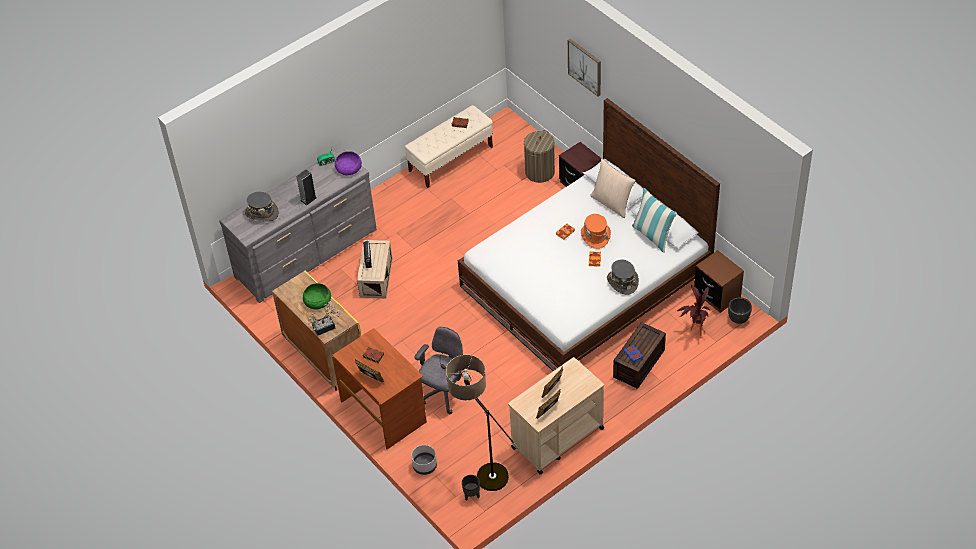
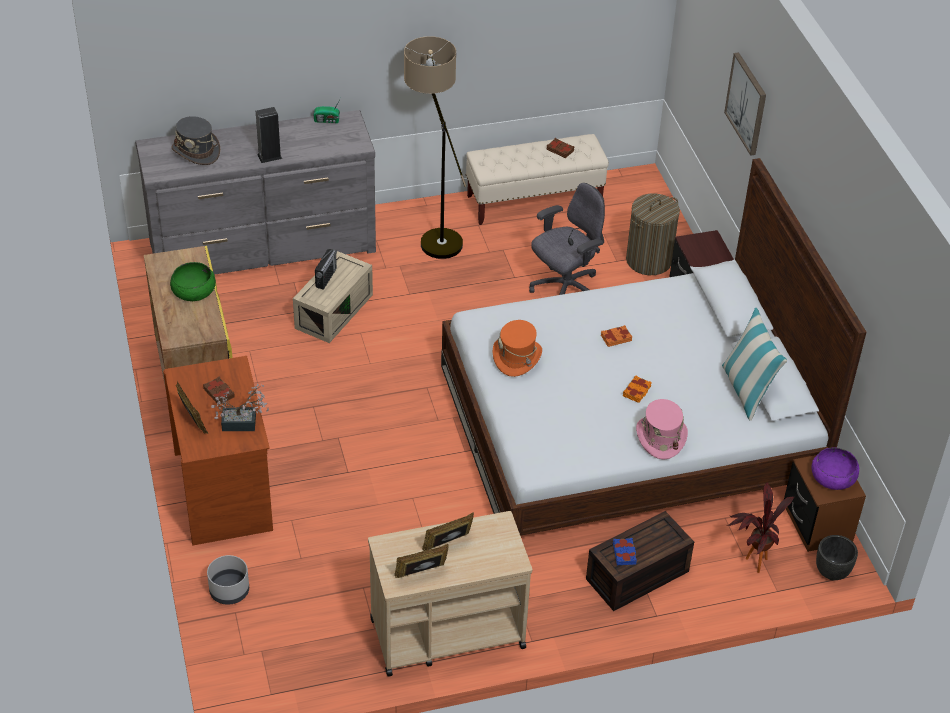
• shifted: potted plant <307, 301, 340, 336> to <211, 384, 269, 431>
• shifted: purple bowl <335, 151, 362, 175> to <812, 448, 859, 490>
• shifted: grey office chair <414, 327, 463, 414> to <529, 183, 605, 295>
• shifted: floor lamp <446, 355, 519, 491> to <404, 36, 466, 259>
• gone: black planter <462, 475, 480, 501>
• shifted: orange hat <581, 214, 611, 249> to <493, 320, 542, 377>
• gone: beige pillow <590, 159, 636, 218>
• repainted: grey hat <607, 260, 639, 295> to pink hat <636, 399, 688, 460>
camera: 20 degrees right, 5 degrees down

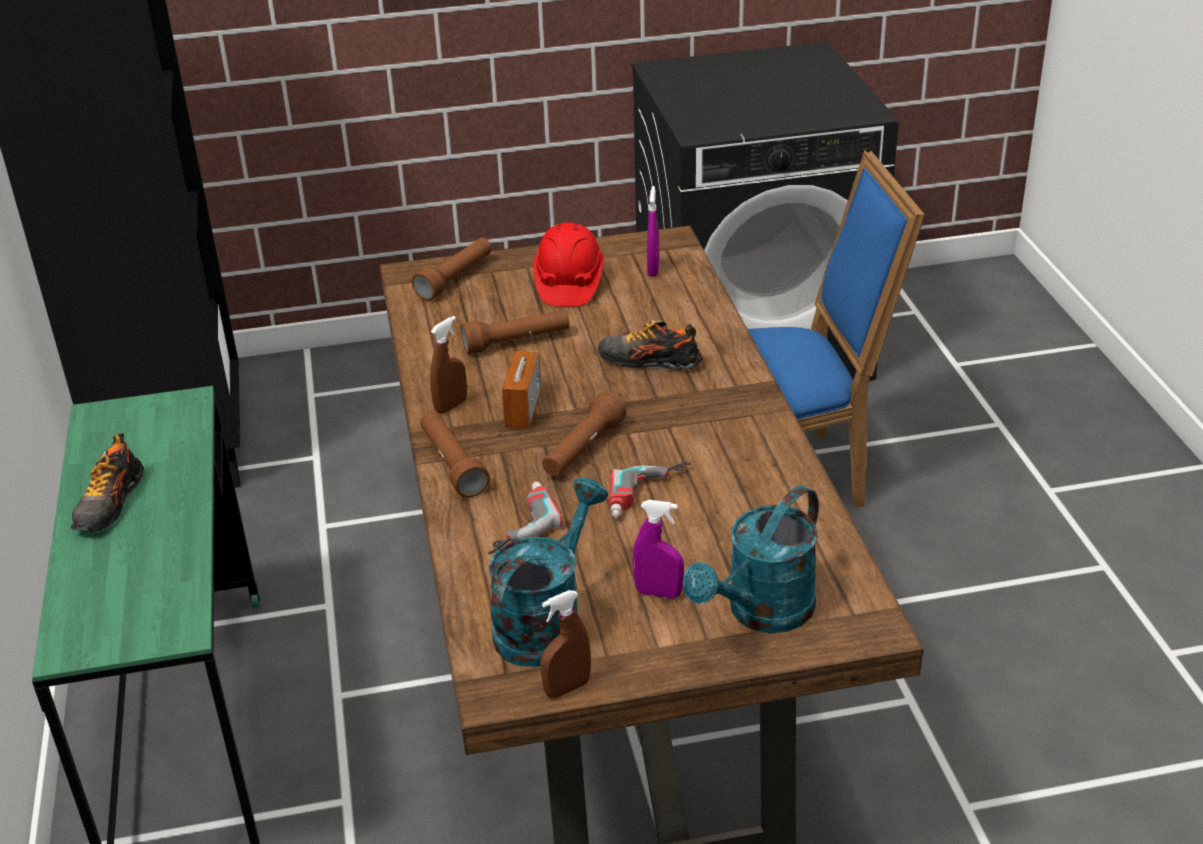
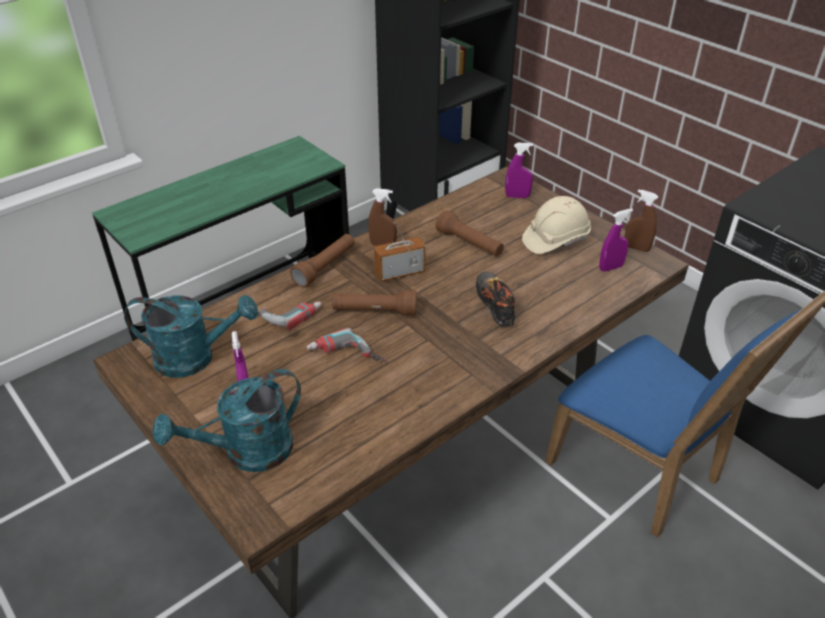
• gone: shoe <71, 433, 144, 532>
• swapped: brown flashlight <412, 238, 492, 301> to purple spray bottle <505, 143, 533, 198>
• repainted: red hard hat <534, 223, 604, 307> to beige hard hat <522, 196, 591, 254>
• shifted: brown spray bottle <540, 590, 591, 698> to <624, 189, 658, 252>
• rotated: turquoise watering can <683, 486, 819, 633> = <153, 369, 301, 472> 45 degrees counterclockwise
camera: 60 degrees right, 5 degrees up

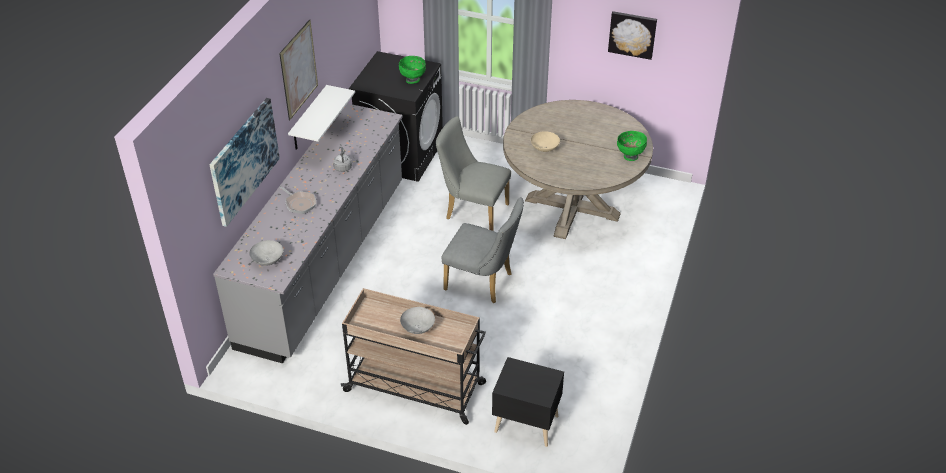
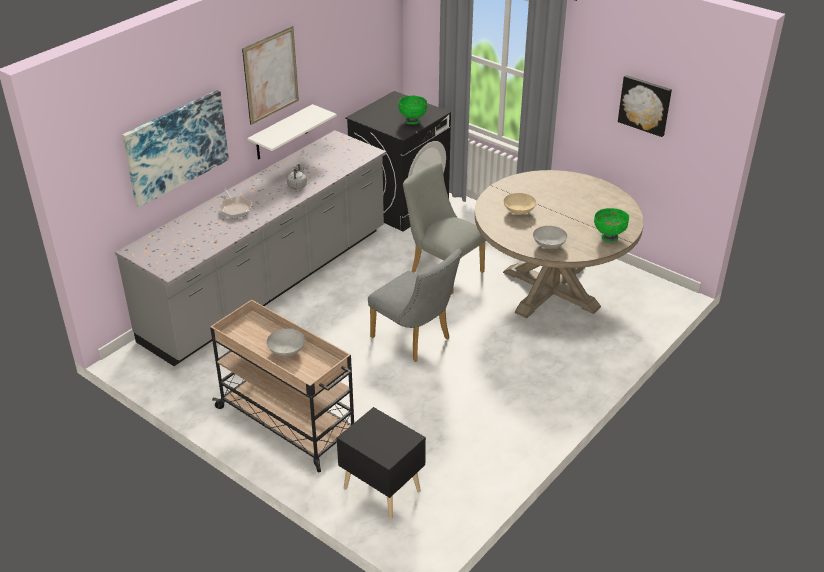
• shifted: grey bowl <249, 240, 283, 266> to <533, 226, 567, 249>
camera: 20 degrees right, 5 degrees down

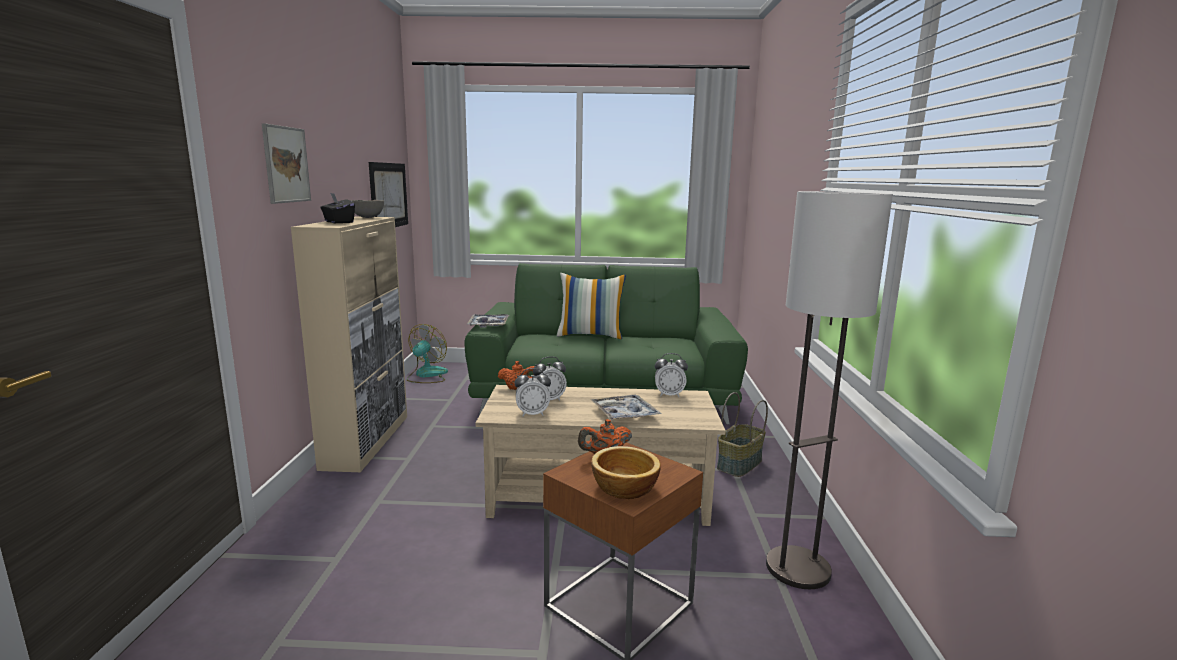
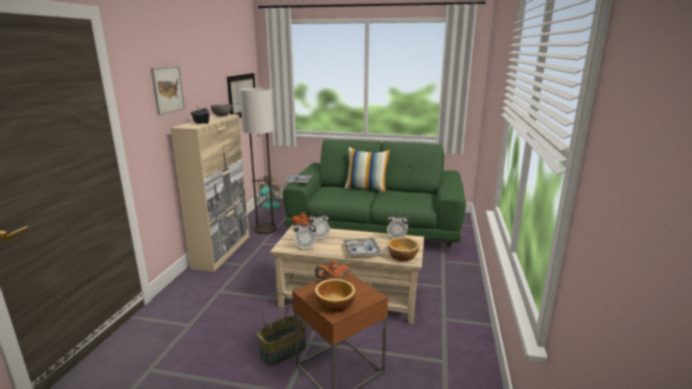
• shifted: basket <717, 392, 768, 477> to <257, 292, 306, 366>
• shifted: floor lamp <766, 191, 893, 589> to <239, 88, 277, 234>
• new: bowl <388, 237, 419, 261>
camera: 10 degrees right, 5 degrees up

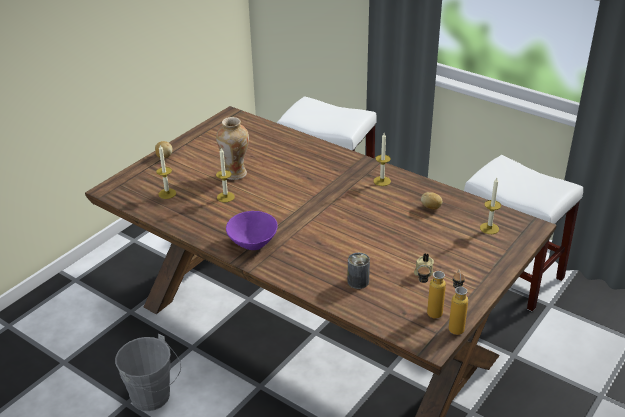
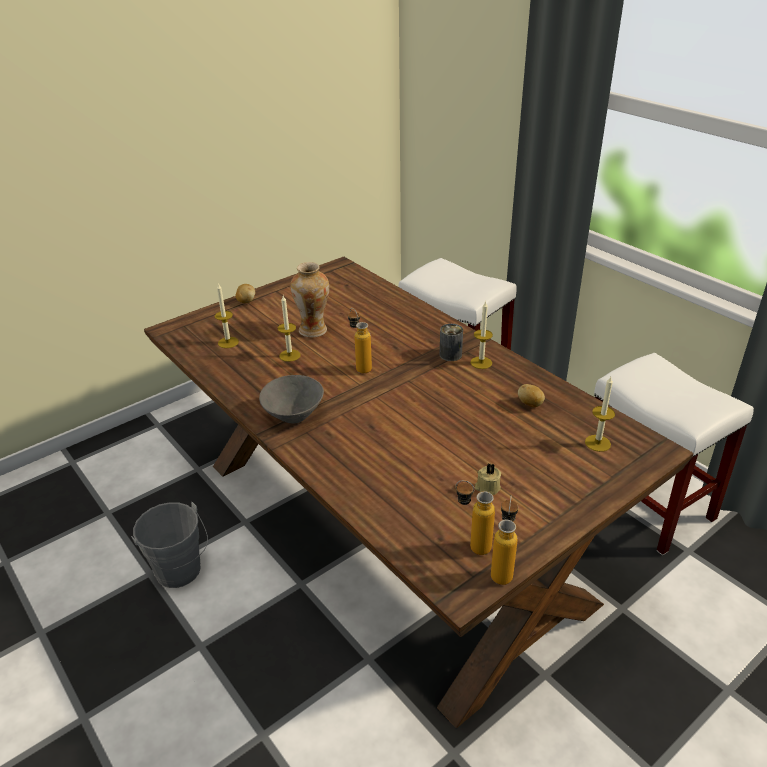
• repainted: purple bowl <226, 211, 278, 250> to grey bowl <259, 375, 324, 424>
• shifted: can <347, 253, 370, 289> to <440, 324, 463, 361>
• new: bottle <348, 308, 372, 374>
camera: 15 degrees right, 0 degrees up

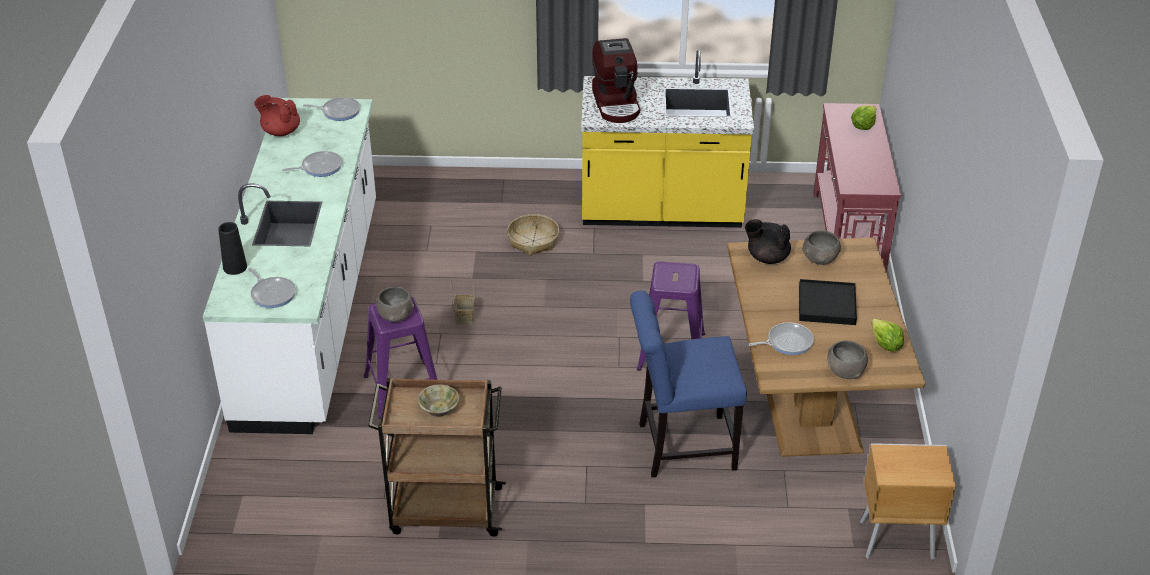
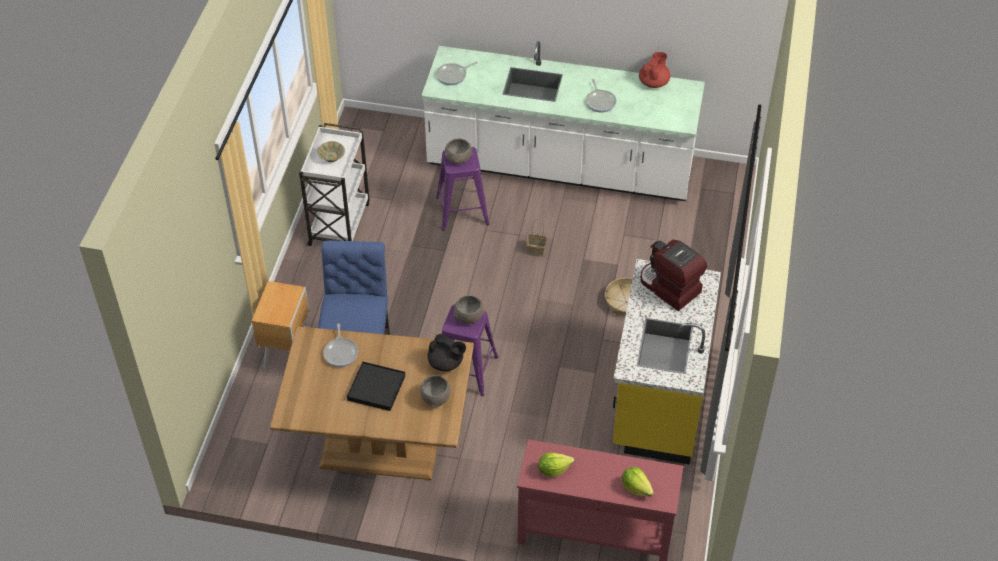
• gone: black vase <218, 222, 247, 275>
• gone: frying pan <303, 97, 360, 121>
• repainted: brown cart <368, 378, 506, 537> to white cart <299, 123, 370, 246>
• rotated: coffee machine <592, 38, 640, 123> = <641, 240, 707, 311> 45 degrees clockwise
• rotated: black teapot <745, 219, 791, 264> = <428, 334, 466, 371> 90 degrees clockwise
• shifted: grey bowl <828, 341, 868, 379> to <454, 296, 484, 324>
• shifted: brown nightstand <860, 443, 956, 560> to <252, 281, 310, 368>
• shifted: lettuce <872, 318, 904, 352> to <538, 453, 574, 477>
camera: 100 degrees right, 10 degrees up

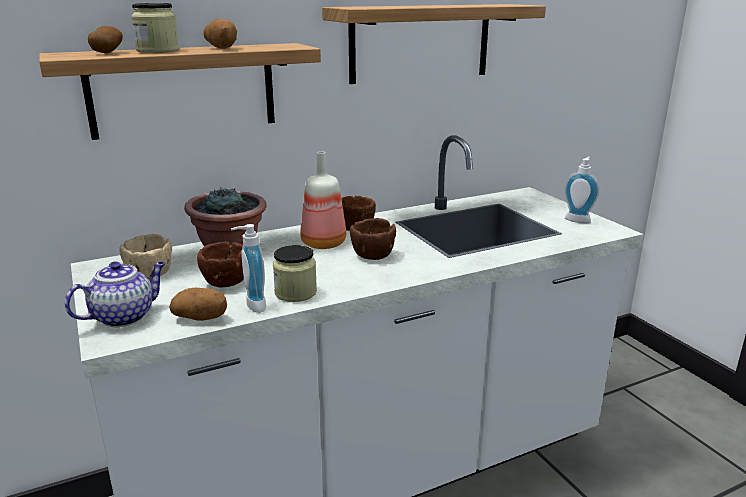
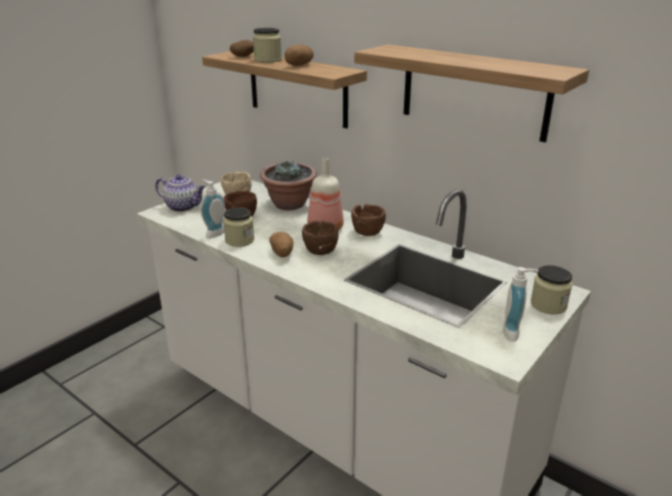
• shifted: potato <169, 288, 227, 321> to <269, 232, 293, 257>
• new: jar <531, 265, 572, 314>
camera: 65 degrees right, 5 degrees up

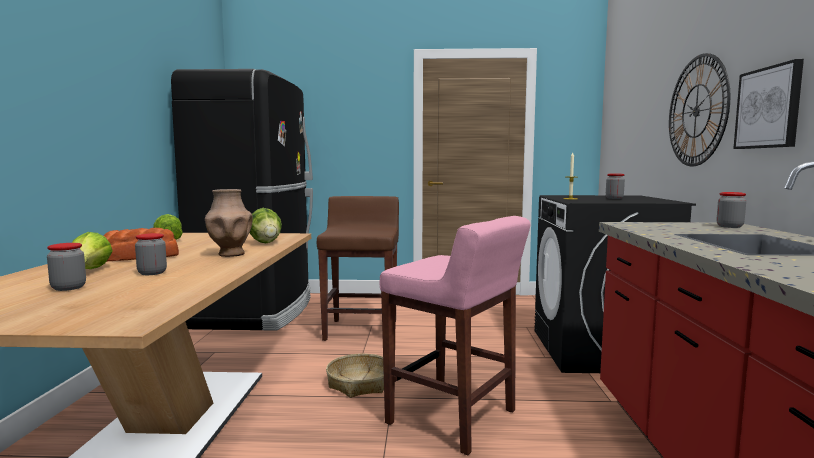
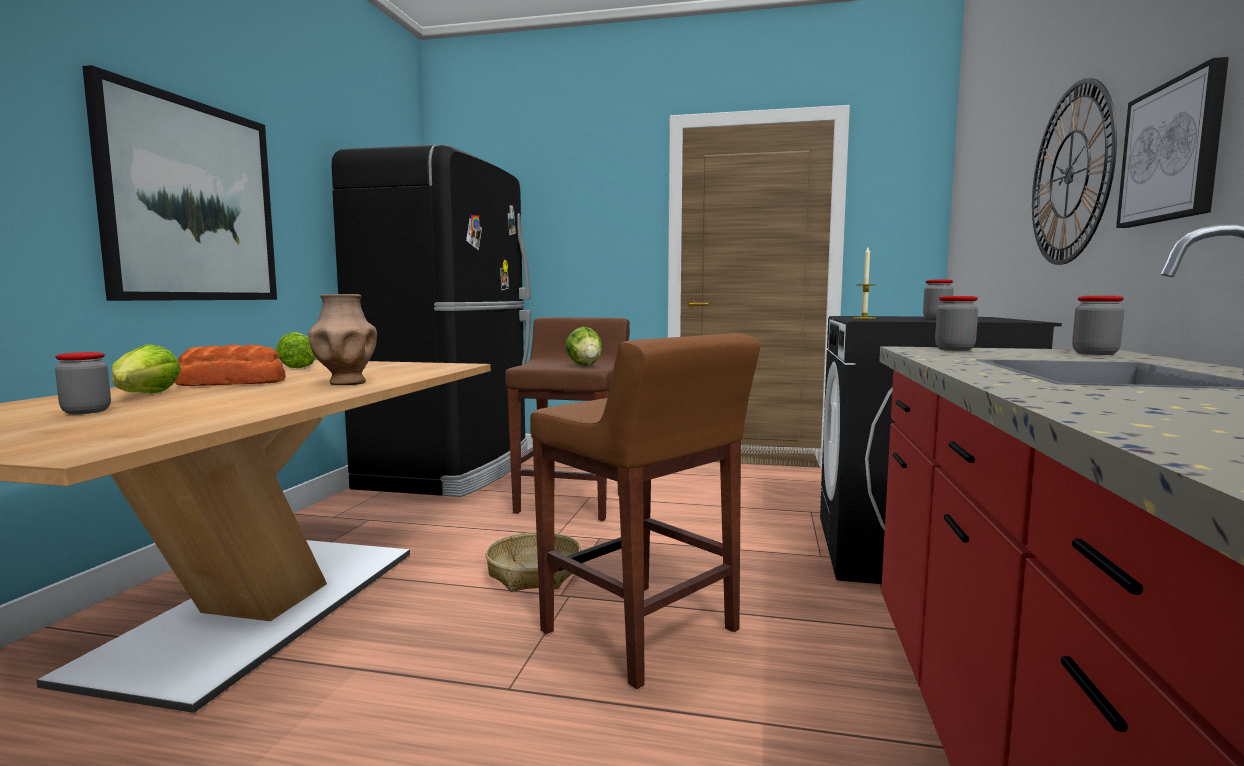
• shifted: jar <135, 233, 167, 275> to <935, 296, 978, 351>
• shifted: lettuce <249, 208, 282, 243> to <565, 327, 603, 366>
• repainted: pink stool <380, 216, 530, 455> to brown stool <530, 333, 760, 689>
• new: picture <82, 65, 277, 301>
camera: 10 degrees right, 0 degrees up

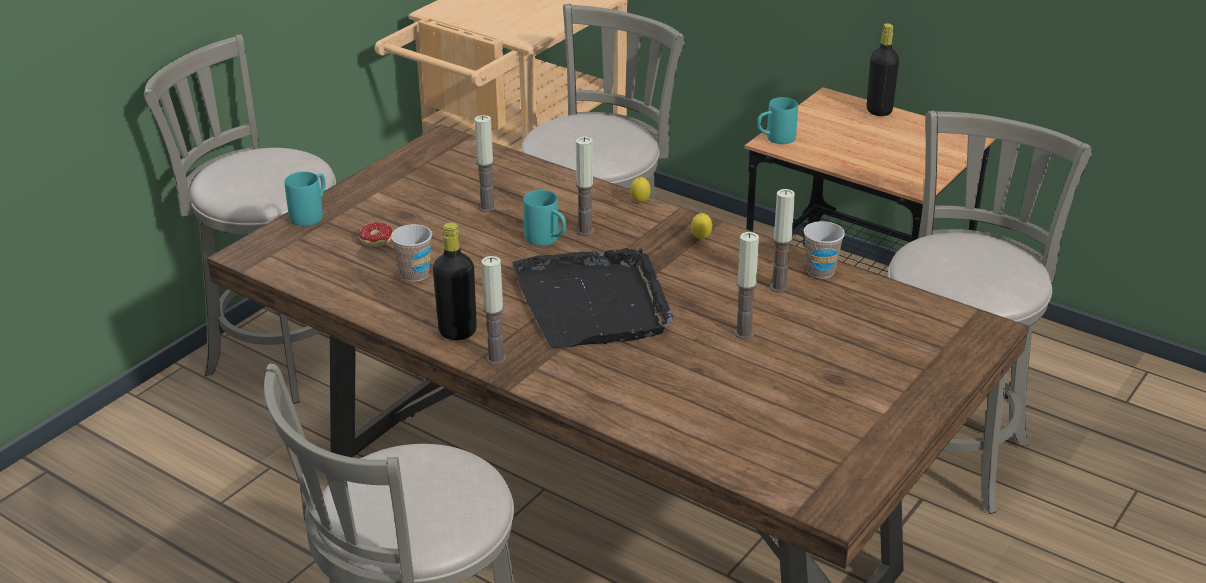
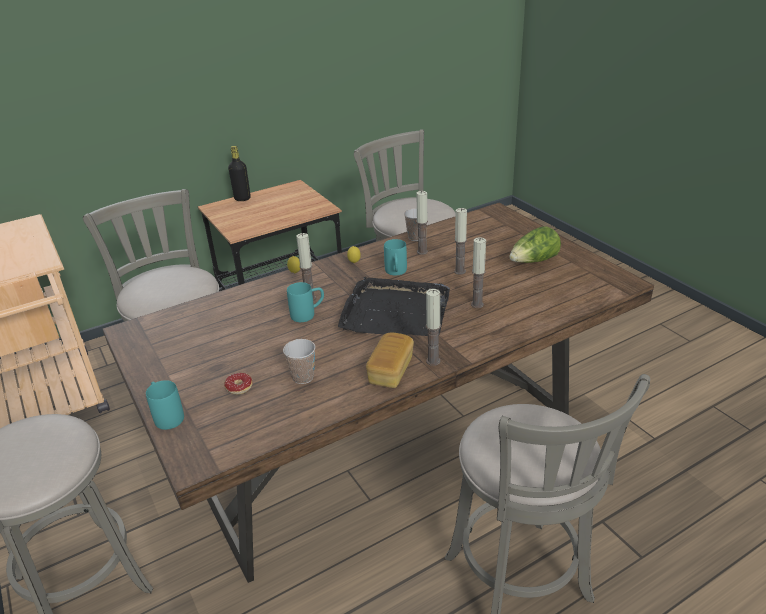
• swapped: black bottle <433, 222, 477, 340> to bread <366, 332, 414, 388>
• shifted: candle <474, 115, 496, 212> to <471, 237, 486, 308>
• shifted: turquoise mug <757, 97, 798, 144> to <384, 239, 407, 276>
• new: lettuce <509, 227, 561, 263>
camera: 65 degrees left, 0 degrees up

